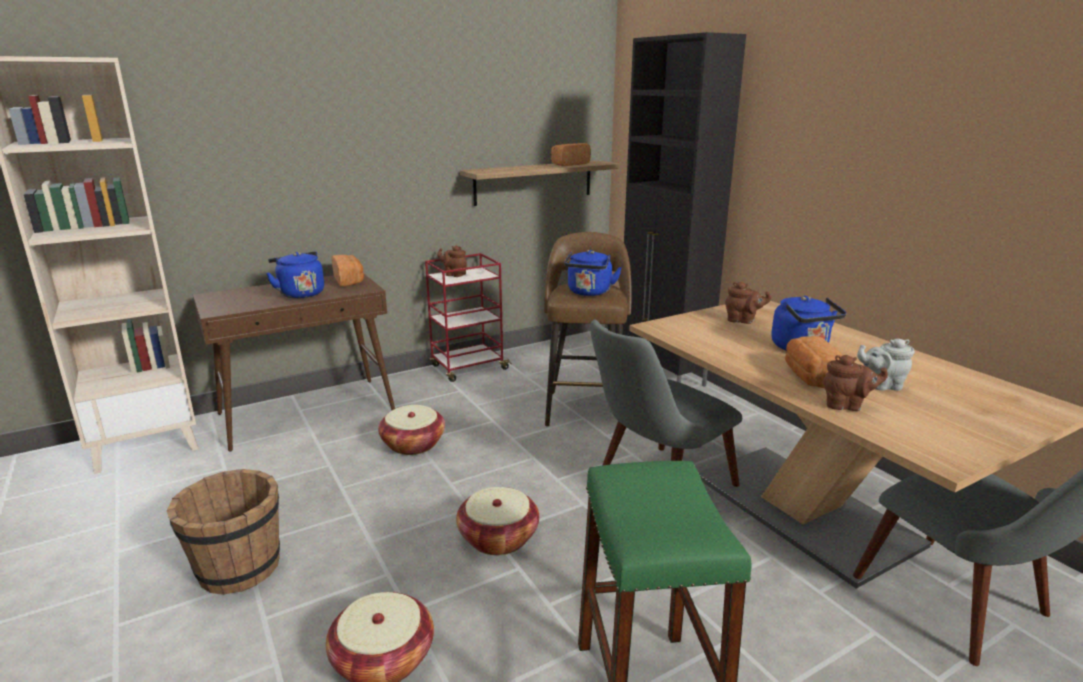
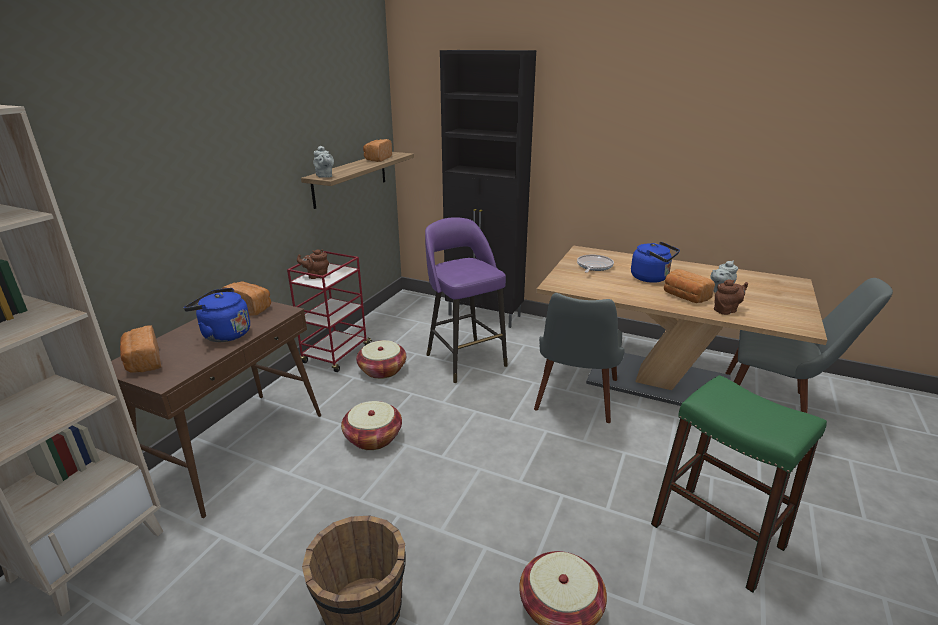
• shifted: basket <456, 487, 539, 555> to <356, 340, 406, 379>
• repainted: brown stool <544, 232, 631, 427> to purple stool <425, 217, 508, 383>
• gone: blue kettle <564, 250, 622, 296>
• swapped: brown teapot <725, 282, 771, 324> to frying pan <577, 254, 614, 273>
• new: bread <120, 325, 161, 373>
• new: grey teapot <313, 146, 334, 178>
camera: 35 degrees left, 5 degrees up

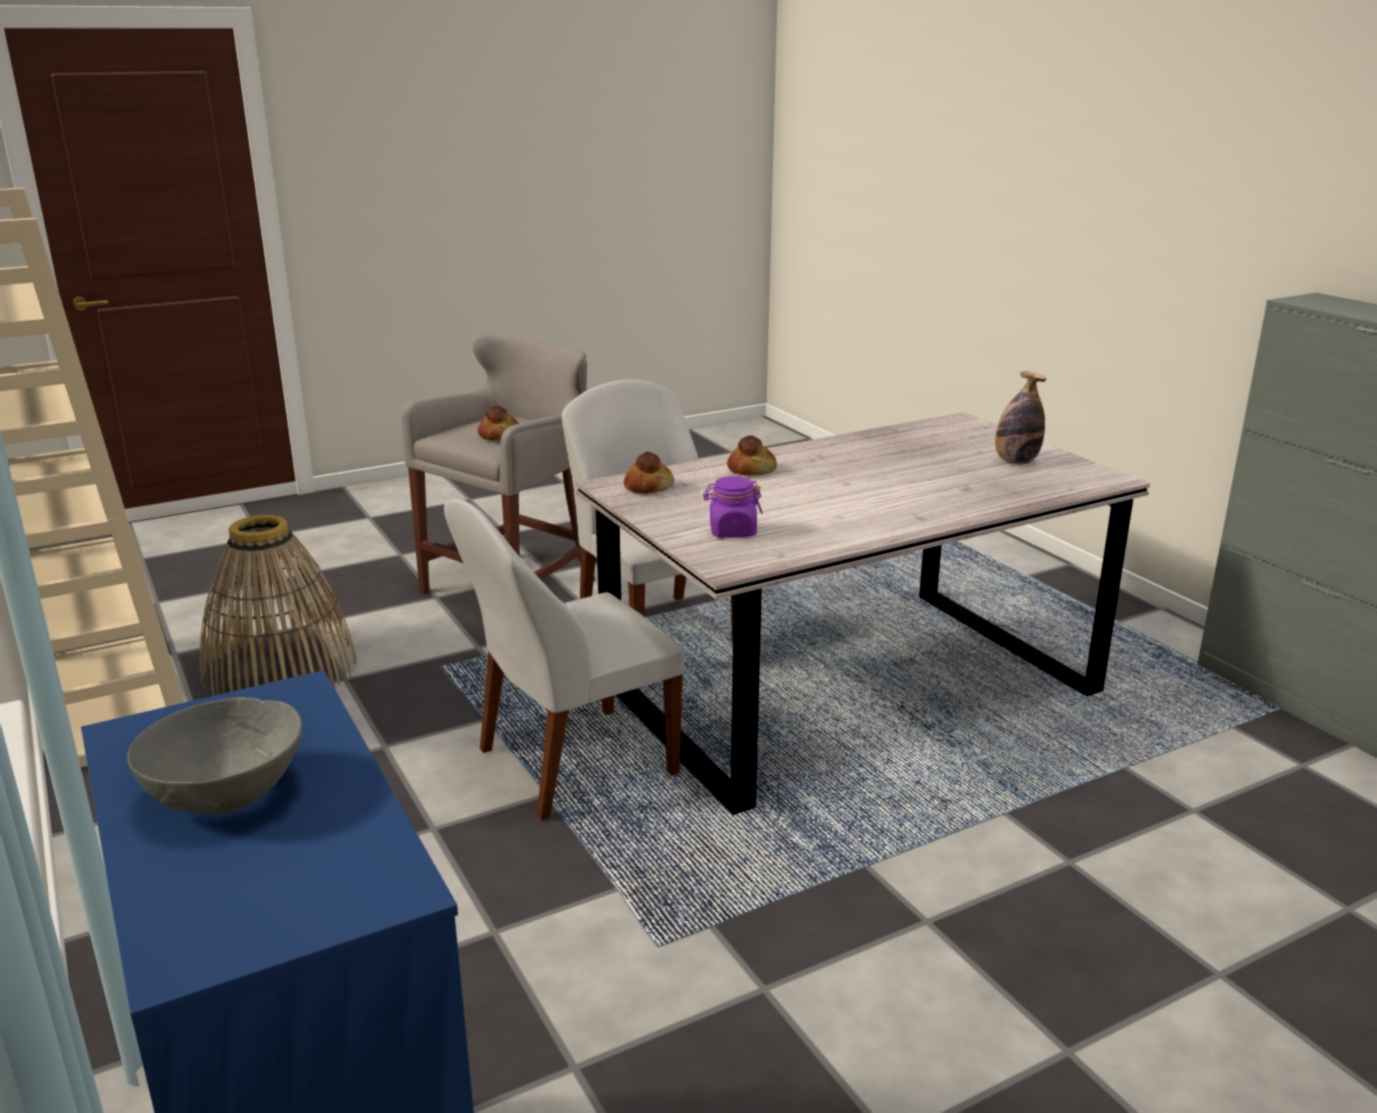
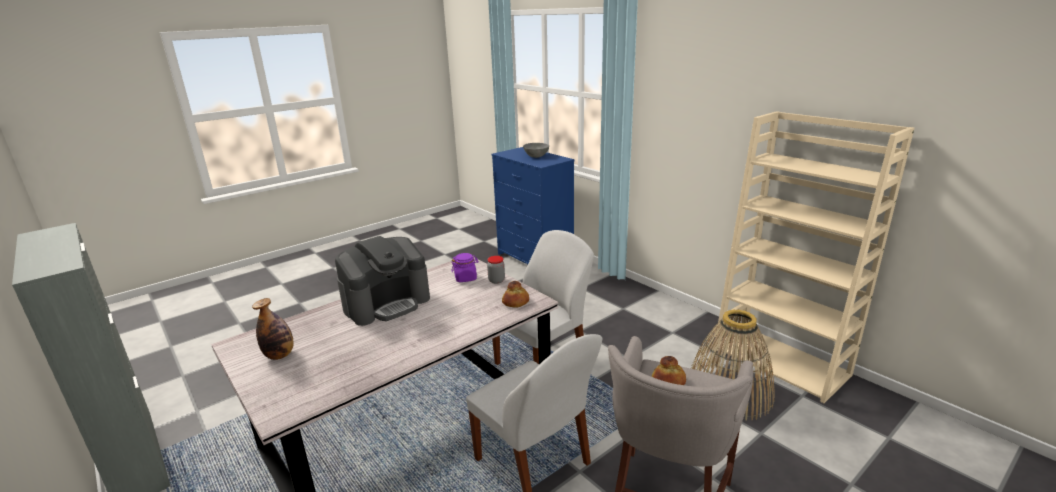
• gone: bread <727, 435, 777, 475>
• new: coffee machine <335, 236, 430, 326>
• new: jar <487, 256, 505, 284>
camera: 170 degrees right, 0 degrees up

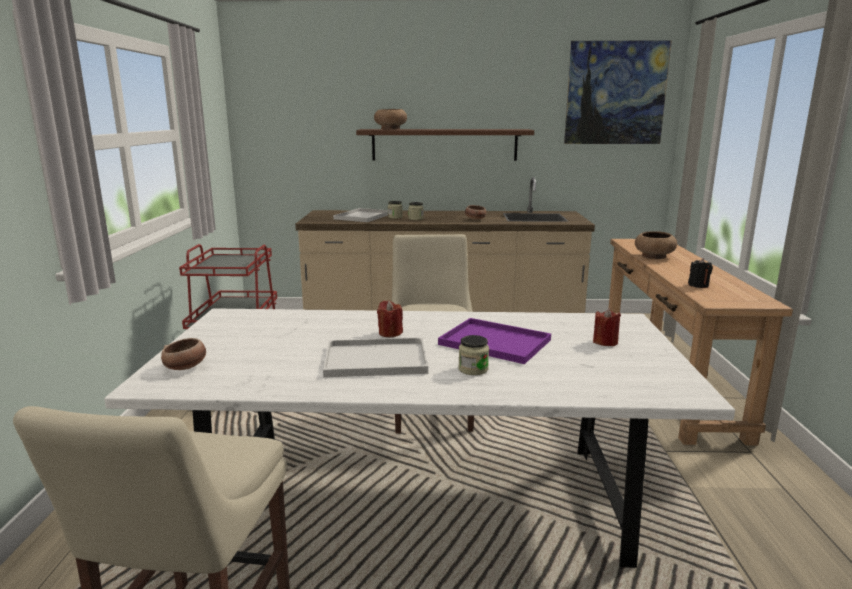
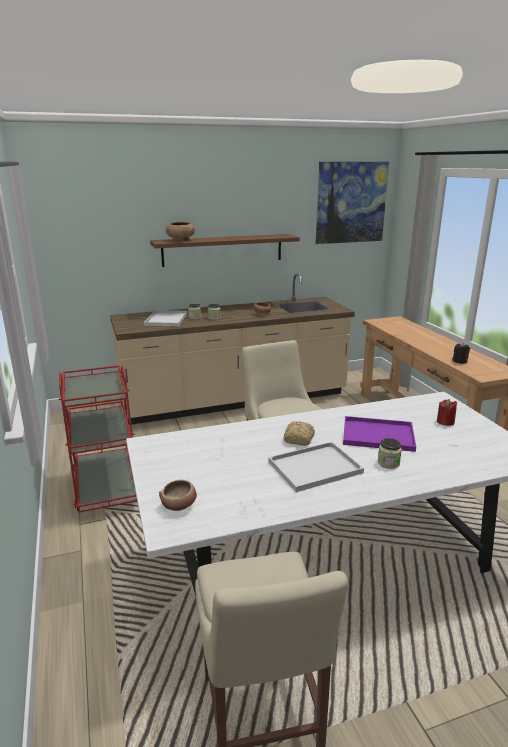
• swapped: red candle <377, 300, 403, 337> to bread <283, 421, 315, 446>
• gone: brown bowl <635, 231, 677, 259>
camera: 20 degrees left, 5 degrees up

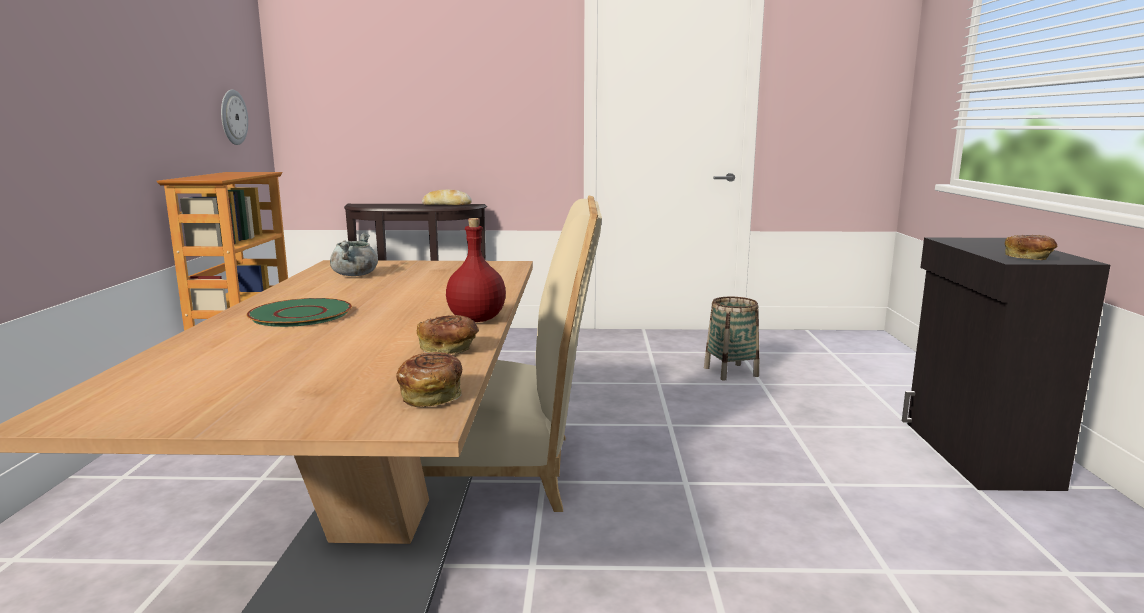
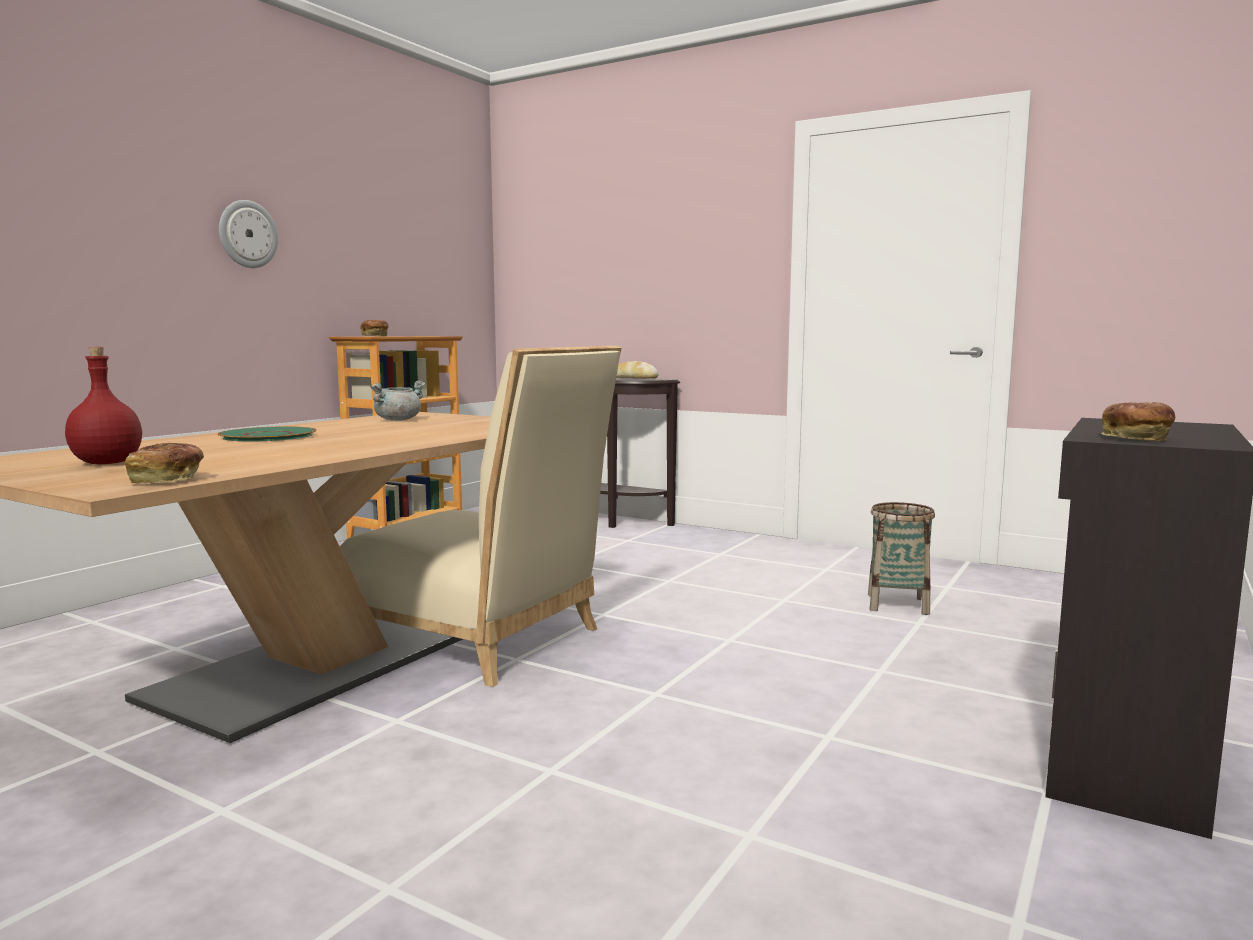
• shifted: wall clock <221, 89, 248, 145> to <219, 200, 278, 268>
• shifted: bread <417, 315, 479, 354> to <360, 320, 388, 336>
• shifted: red bottle <446, 218, 506, 322> to <65, 347, 142, 464>
camera: 30 degrees right, 5 degrees down

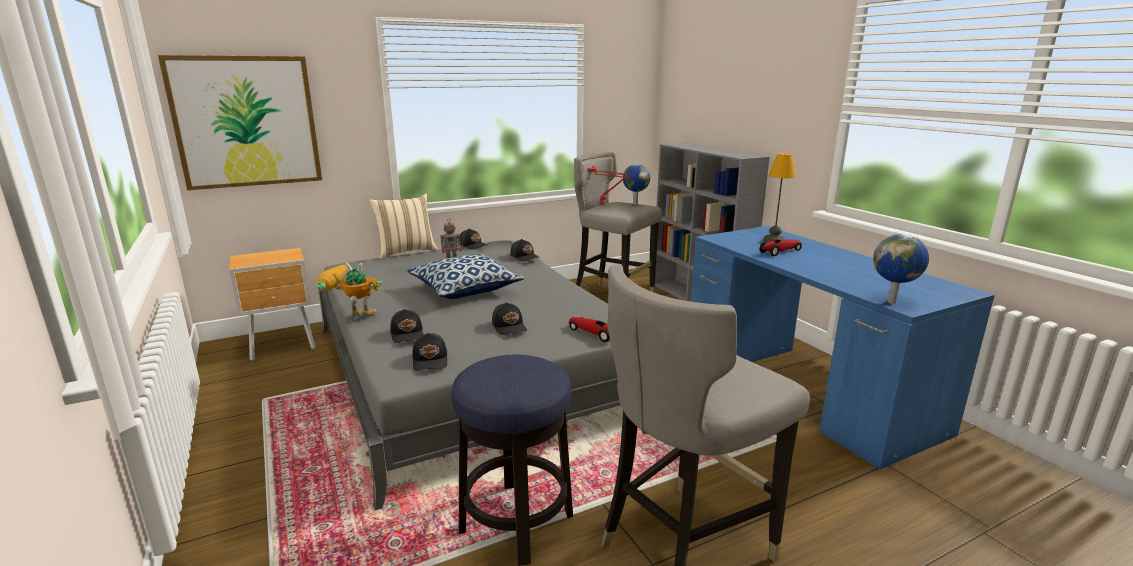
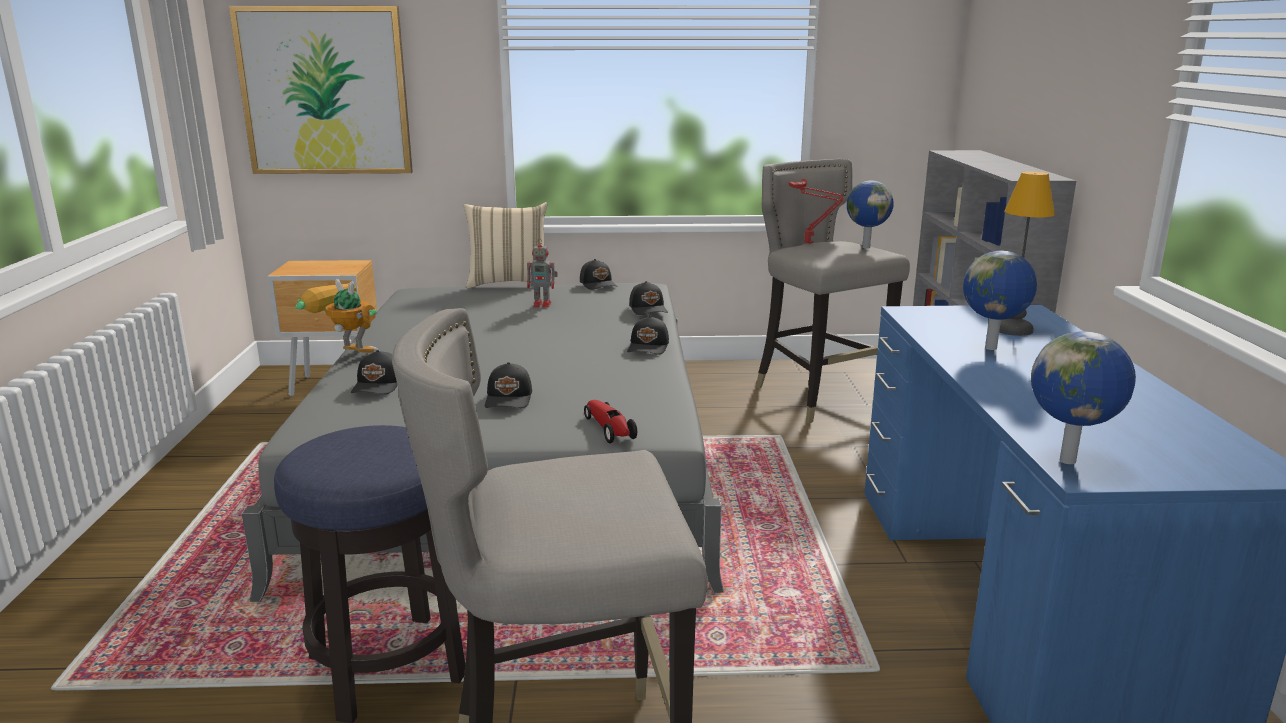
• gone: pillow <407, 254, 524, 299>
• shifted: black cap <412, 333, 447, 371> to <627, 316, 669, 355>
• swapped: toy car <760, 239, 802, 256> to globe <963, 251, 1037, 350>
camera: 25 degrees right, 0 degrees up

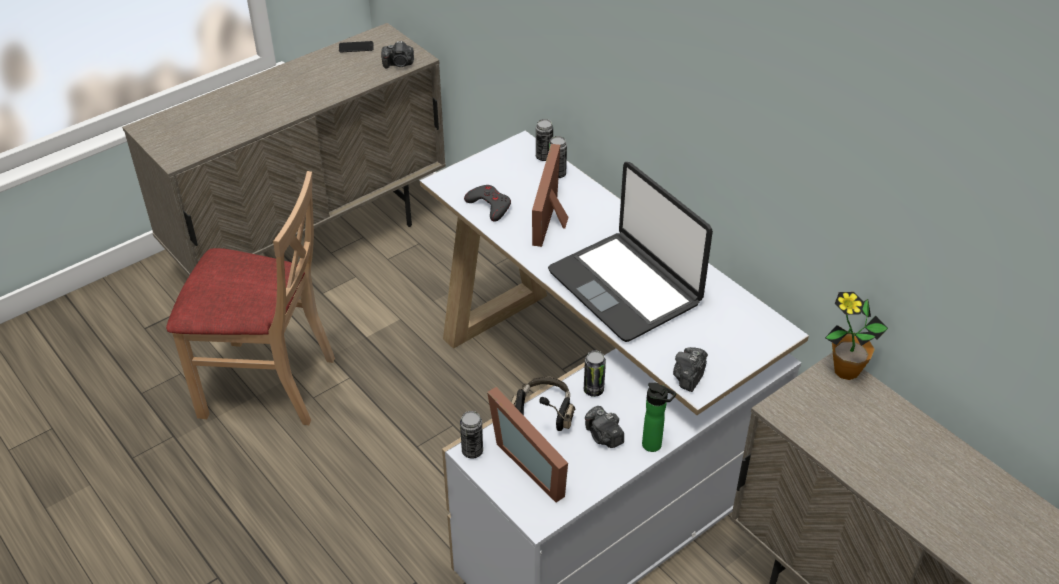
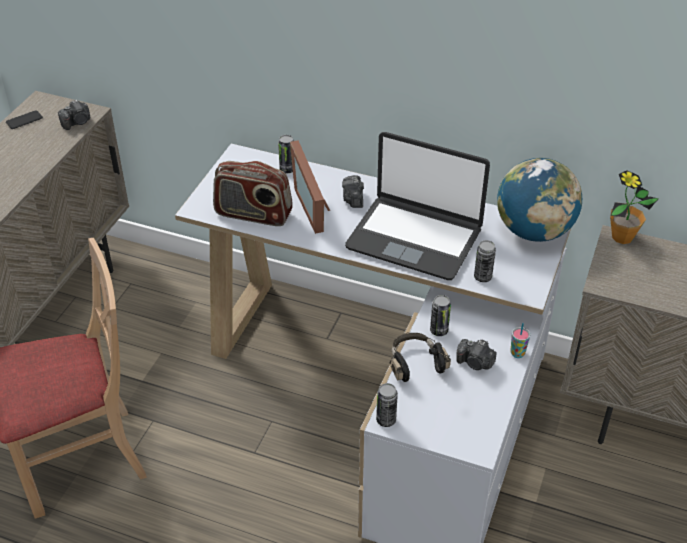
• swapped: grey game controller <464, 185, 511, 222> to radio <213, 161, 293, 226>
• gone: picture frame <487, 387, 568, 502>
• shifted: can <536, 119, 553, 161> to <474, 240, 496, 282>
• swapped: bottle <642, 383, 676, 452> to cup <510, 323, 530, 358>
• shifted: photo camera <673, 347, 708, 392> to <342, 175, 364, 208>
• new: globe <497, 158, 582, 242>
camera: 30 degrees left, 0 degrees up

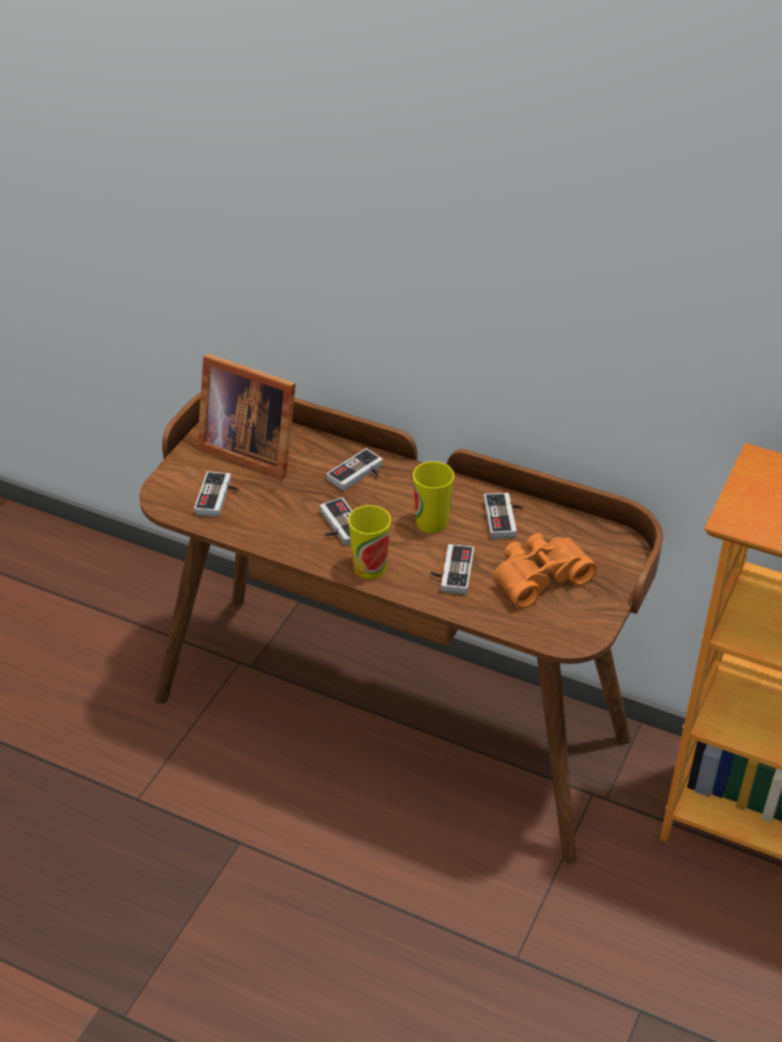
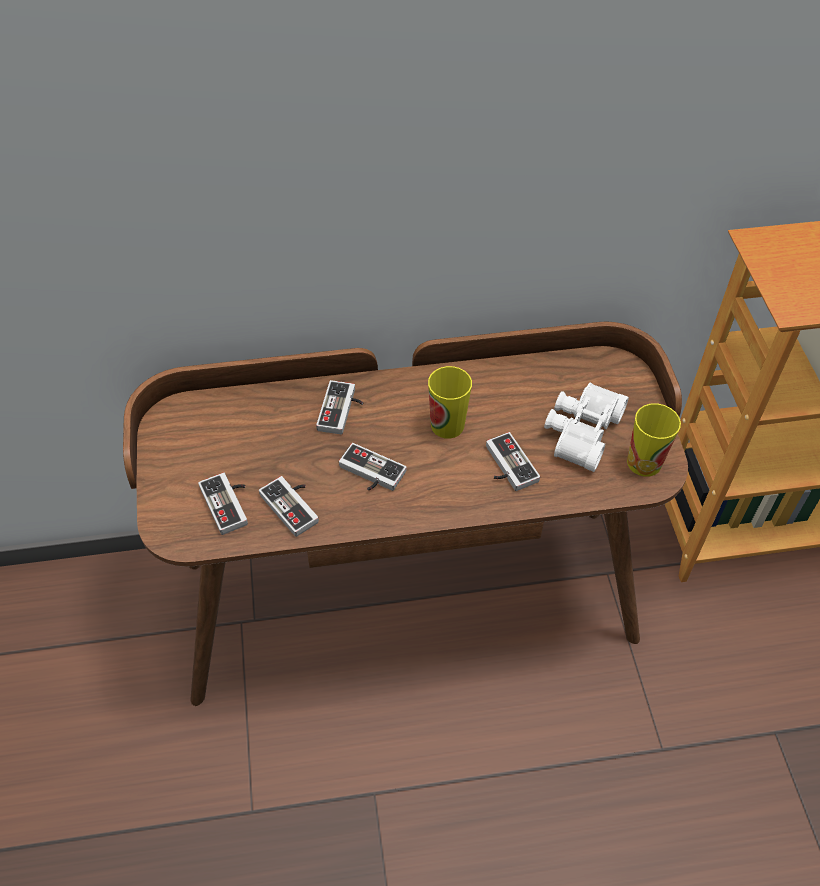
• gone: picture frame <197, 354, 296, 479>
• shifted: cup <348, 505, 391, 579> to <627, 403, 681, 477>
• shifted: game controller <484, 493, 524, 539> to <259, 476, 319, 537>
• repainted: orange binoculars <493, 533, 597, 609> to white binoculars <544, 383, 629, 472>
camera: 35 degrees left, 10 degrees up

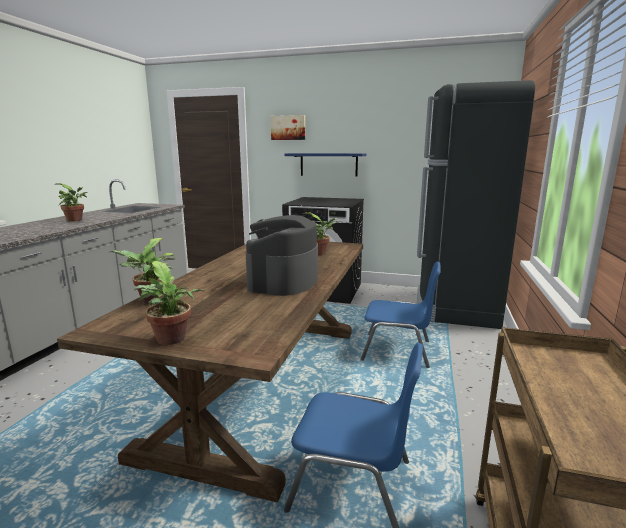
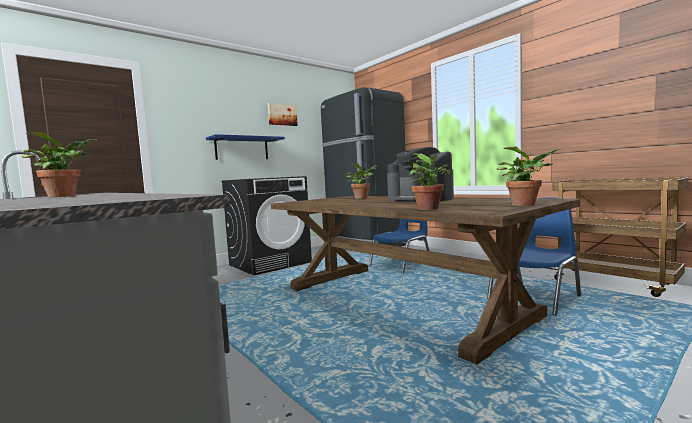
• shifted: picture <271, 115, 305, 140> to <268, 103, 298, 126>
camera: 55 degrees left, 10 degrees down

